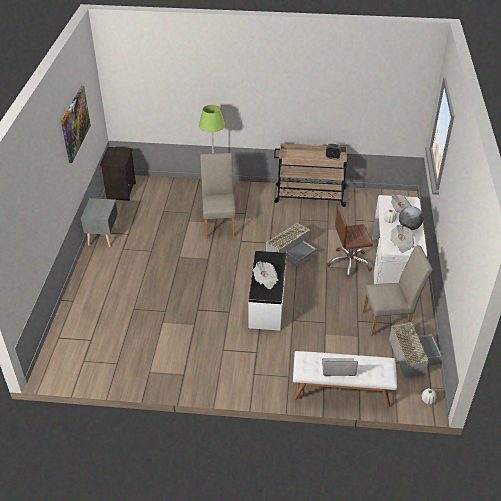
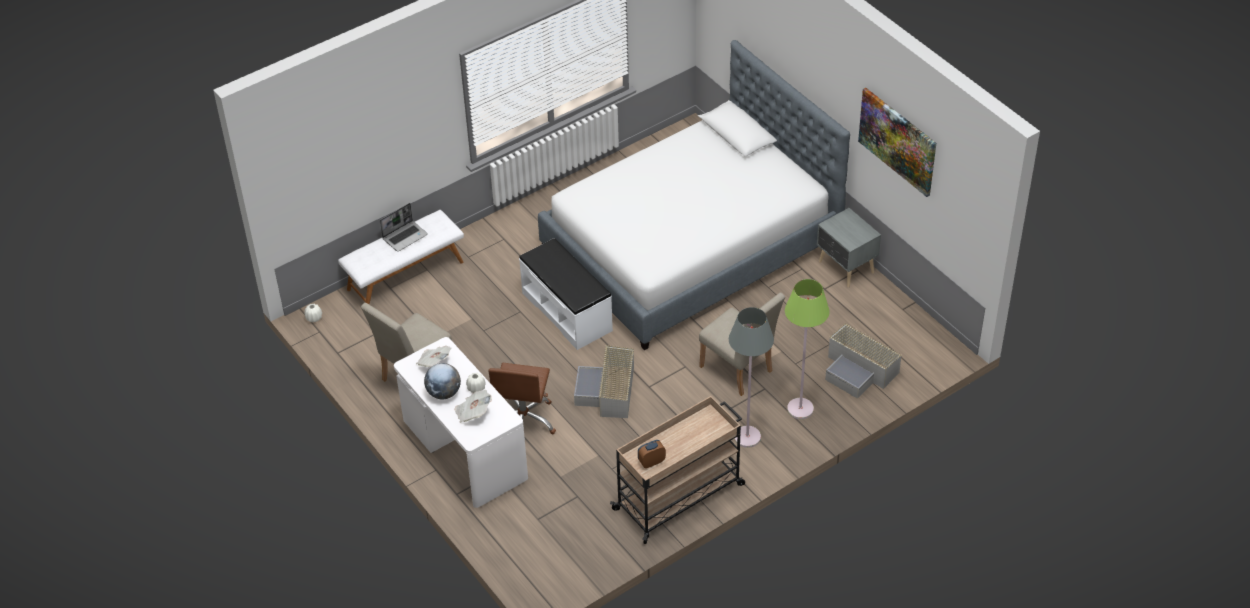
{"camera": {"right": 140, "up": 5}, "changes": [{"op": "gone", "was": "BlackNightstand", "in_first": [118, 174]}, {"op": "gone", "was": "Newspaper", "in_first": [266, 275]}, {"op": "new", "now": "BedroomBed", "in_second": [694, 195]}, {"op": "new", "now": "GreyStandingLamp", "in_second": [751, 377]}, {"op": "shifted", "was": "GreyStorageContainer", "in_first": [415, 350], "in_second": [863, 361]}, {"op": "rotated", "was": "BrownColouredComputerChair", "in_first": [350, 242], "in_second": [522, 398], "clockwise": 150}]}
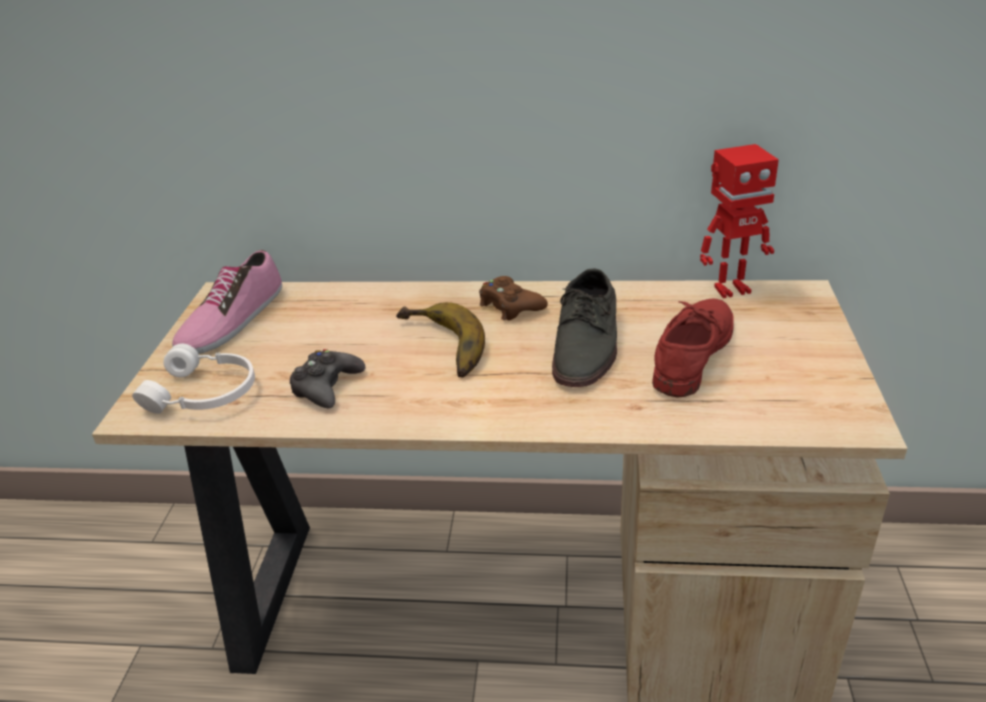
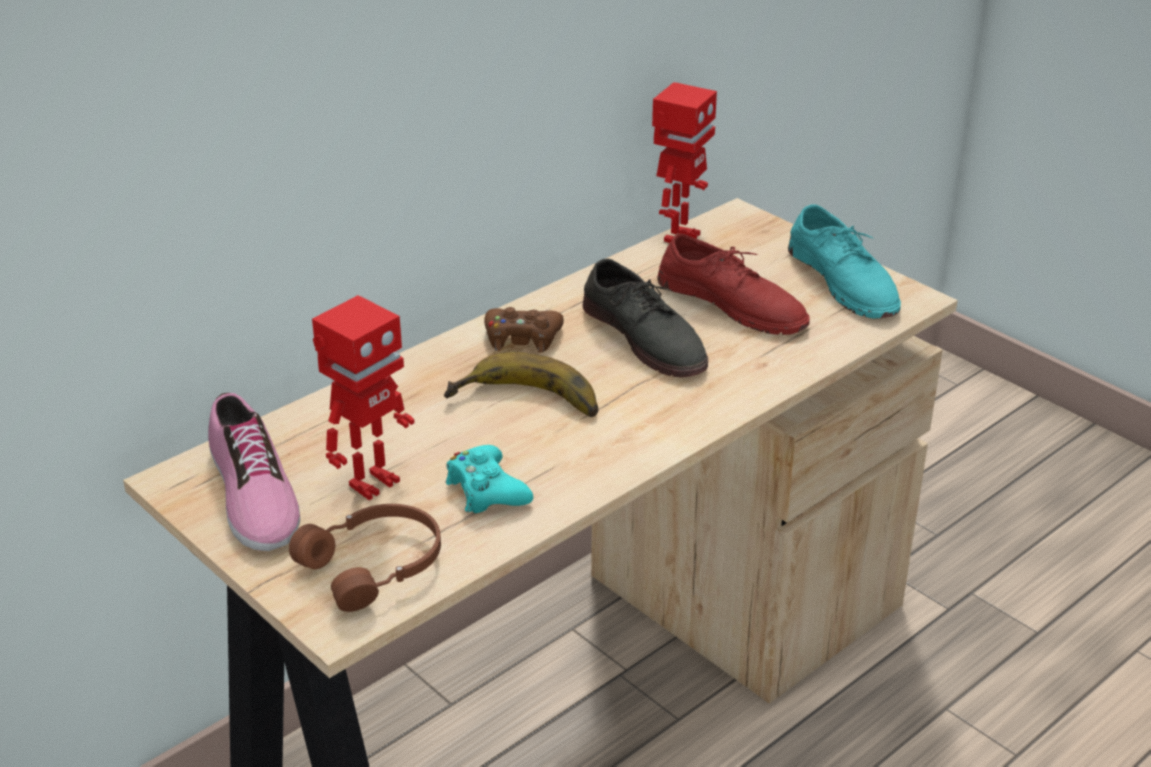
{"camera": {"right": -50, "up": 0}, "changes": [{"op": "new", "now": "ToyRobot", "in_second": [363, 397]}, {"op": "new", "now": "TurquoiseLowShoe", "in_second": [844, 262]}, {"op": "repainted", "was": "WhiteHeadset", "now": "BrownColouredHeadset", "in_first": [193, 379], "in_second": [365, 558]}, {"op": "repainted", "was": "BlackGameController", "now": "TurquoiseGameController", "in_first": [327, 378], "in_second": [489, 479]}, {"op": "rotated", "was": "RedColouredLowShoe", "in_first": [693, 348], "in_second": [733, 284], "clockwise": 150}]}
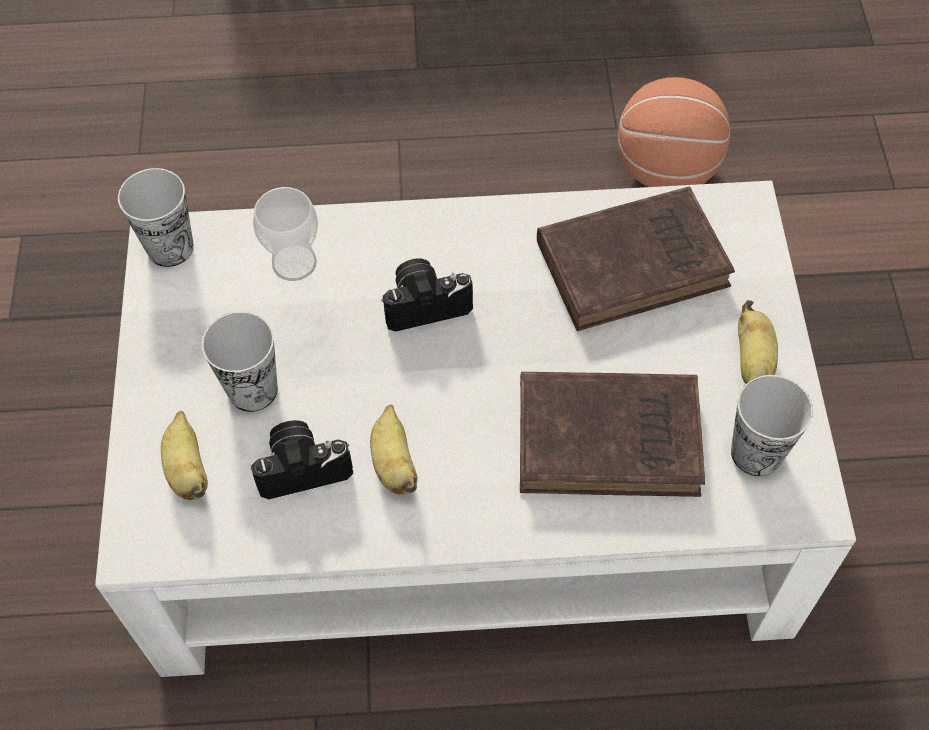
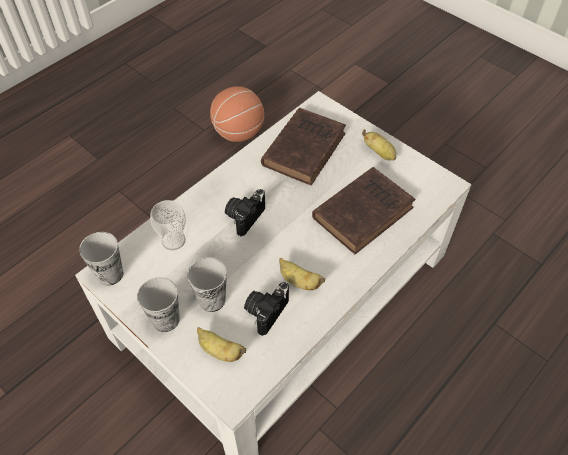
{"camera": {"right": -45, "up": -5}, "changes": [{"op": "shifted", "was": "Cup", "in_first": [772, 425], "in_second": [158, 304]}]}
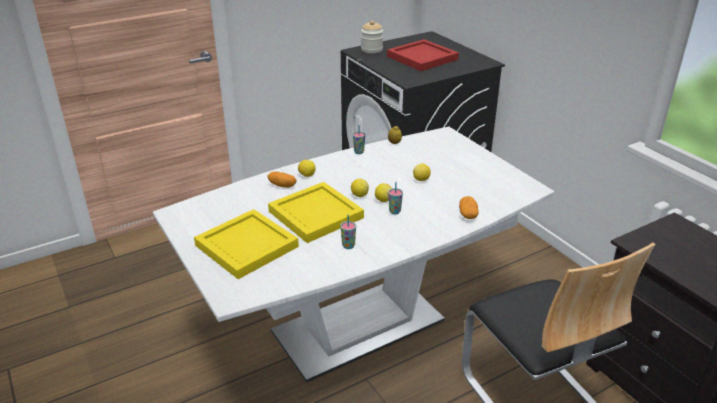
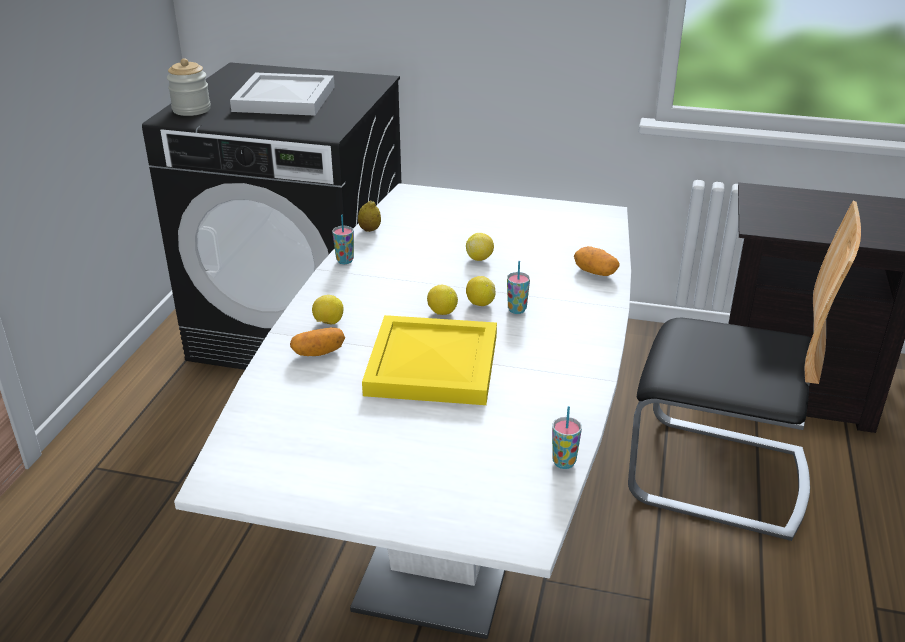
{"camera": {"right": -45, "up": 0}, "changes": [{"op": "gone", "was": "YellowishCarryingTray", "in_first": [246, 244]}, {"op": "shifted", "was": "Cup", "in_first": [348, 231], "in_second": [567, 437]}, {"op": "repainted", "was": "RedColouredCarryingTray", "now": "WhiteCarryingTray", "in_first": [423, 55], "in_second": [282, 94]}]}
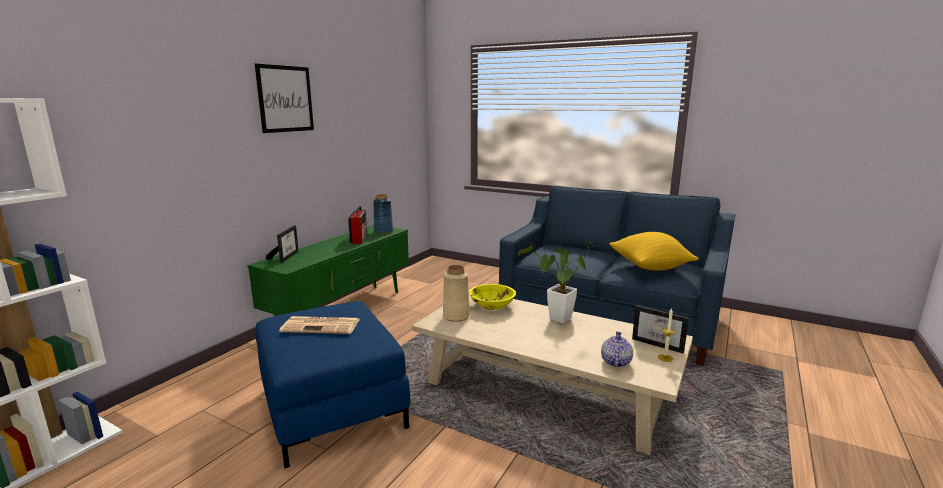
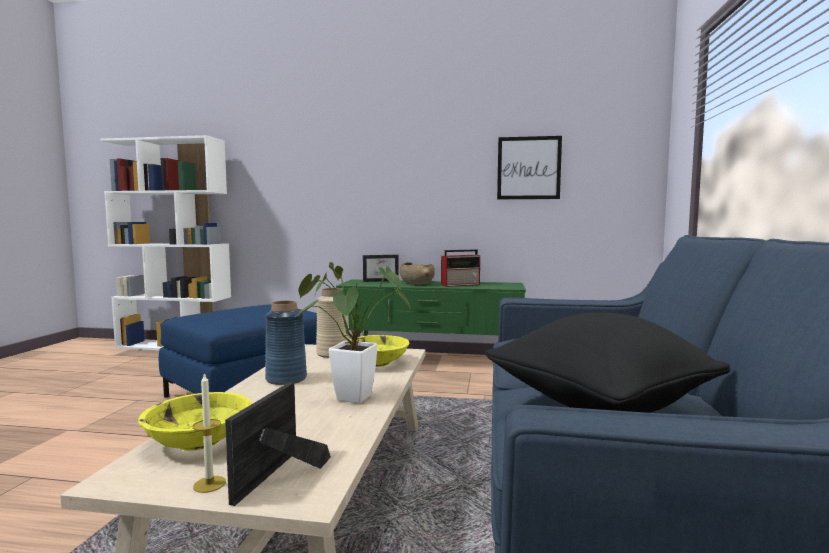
{"camera": {"right": 70, "up": -10}, "changes": [{"op": "gone", "was": "Newspaper", "in_first": [319, 325]}, {"op": "new", "now": "BrownColouredServingBowl", "in_second": [417, 273]}, {"op": "shifted", "was": "WallArt", "in_first": [284, 98], "in_second": [529, 167]}, {"op": "shifted", "was": "BlueDecorativeVase", "in_first": [383, 214], "in_second": [286, 343]}, {"op": "swapped", "was": "Teapot", "now": "YellowishServingBowl", "in_first": [617, 349], "in_second": [195, 421]}, {"op": "repainted", "was": "YellowishPillow", "now": "BlackPillow", "in_first": [654, 251], "in_second": [607, 363]}]}
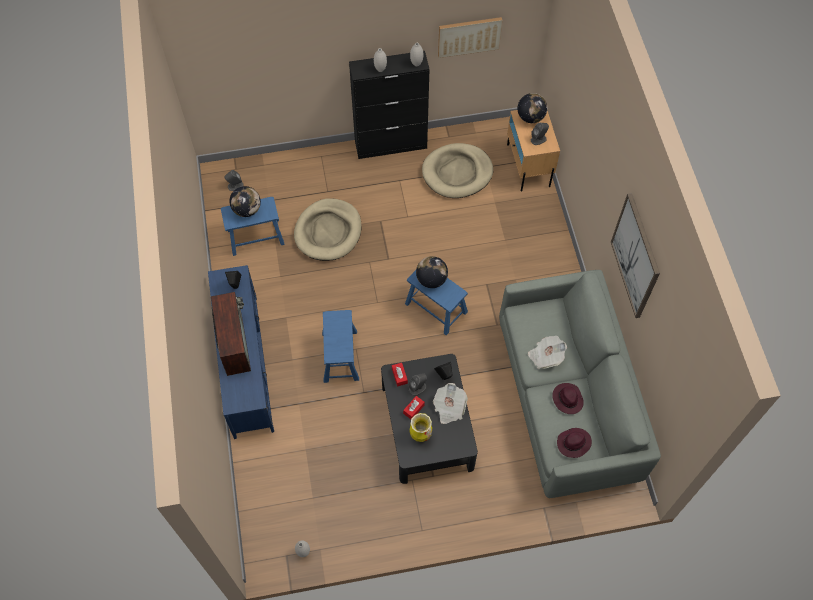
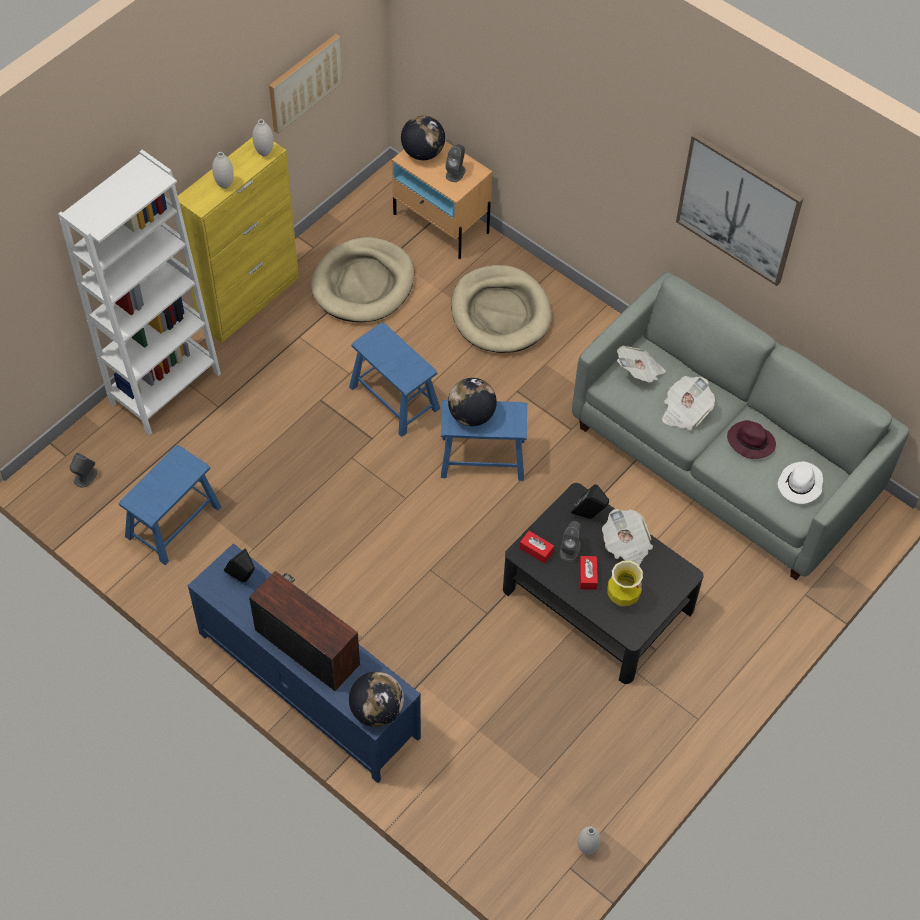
{"camera": {"right": -40, "up": -5}, "changes": [{"op": "new", "now": "WhiteBookshelf", "in_second": [139, 292]}, {"op": "new", "now": "Newspaper", "in_second": [641, 364]}, {"op": "shifted", "was": "WorldGlobe", "in_first": [245, 201], "in_second": [376, 699]}, {"op": "shifted", "was": "BeigeColouredDogCushion", "in_first": [328, 229], "in_second": [501, 309]}, {"op": "shifted", "was": "BlueStool", "in_first": [340, 346], "in_second": [394, 380]}, {"op": "repainted", "was": "BlackCabinet", "now": "YellowishCabinet", "in_first": [389, 105], "in_second": [238, 240]}, {"op": "repainted", "was": "PurplishClothingHat", "now": "WhiteClothingHat", "in_first": [574, 443], "in_second": [800, 483]}]}
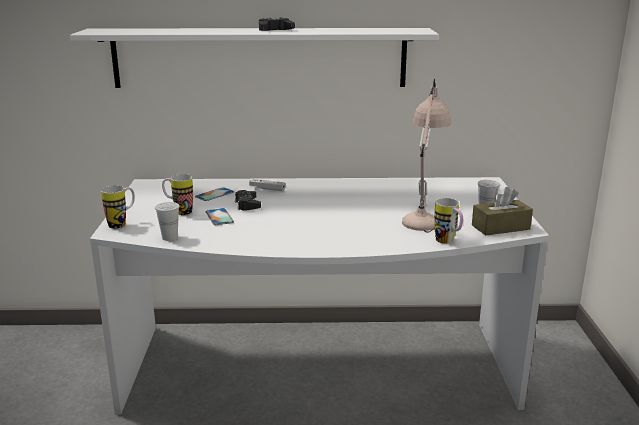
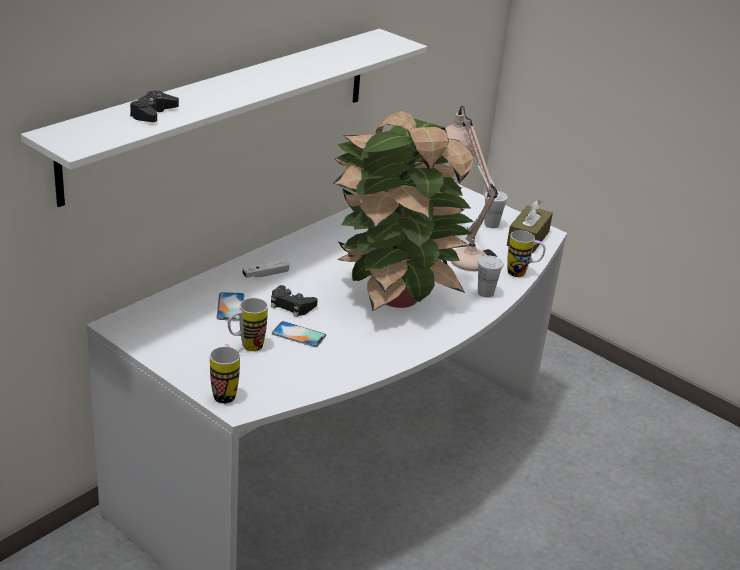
{"camera": {"right": -50, "up": 10}, "changes": [{"op": "new", "now": "Houseplant", "in_second": [403, 210]}, {"op": "shifted", "was": "WhiteCup", "in_first": [167, 221], "in_second": [490, 276]}, {"op": "shifted", "was": "BlackGameController", "in_first": [277, 24], "in_second": [154, 106]}]}
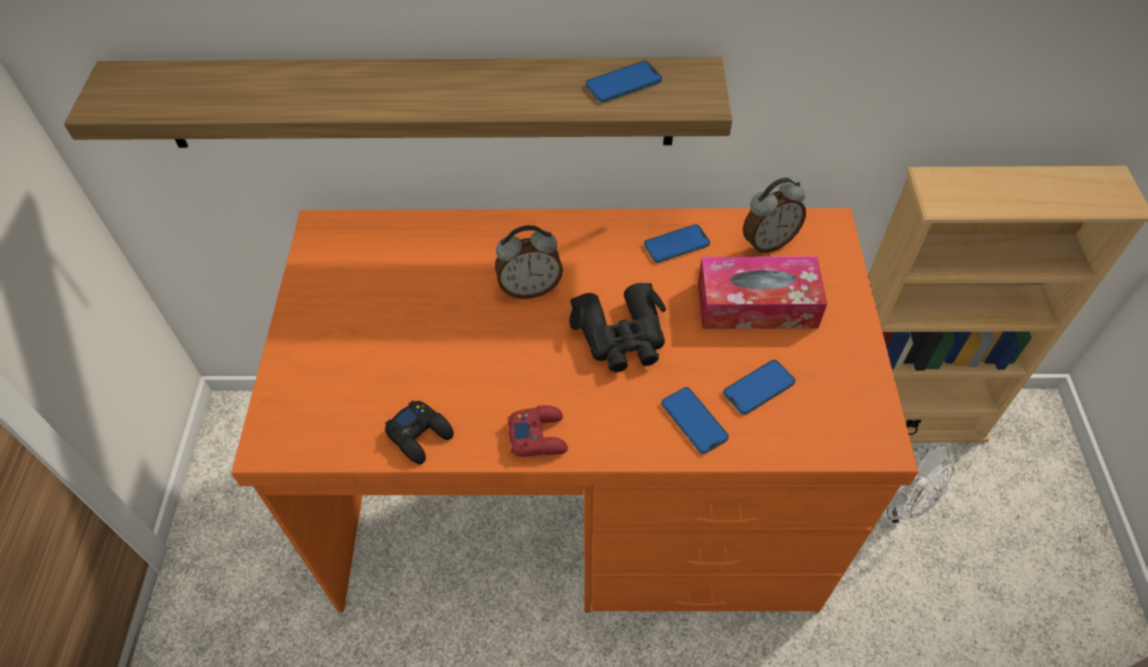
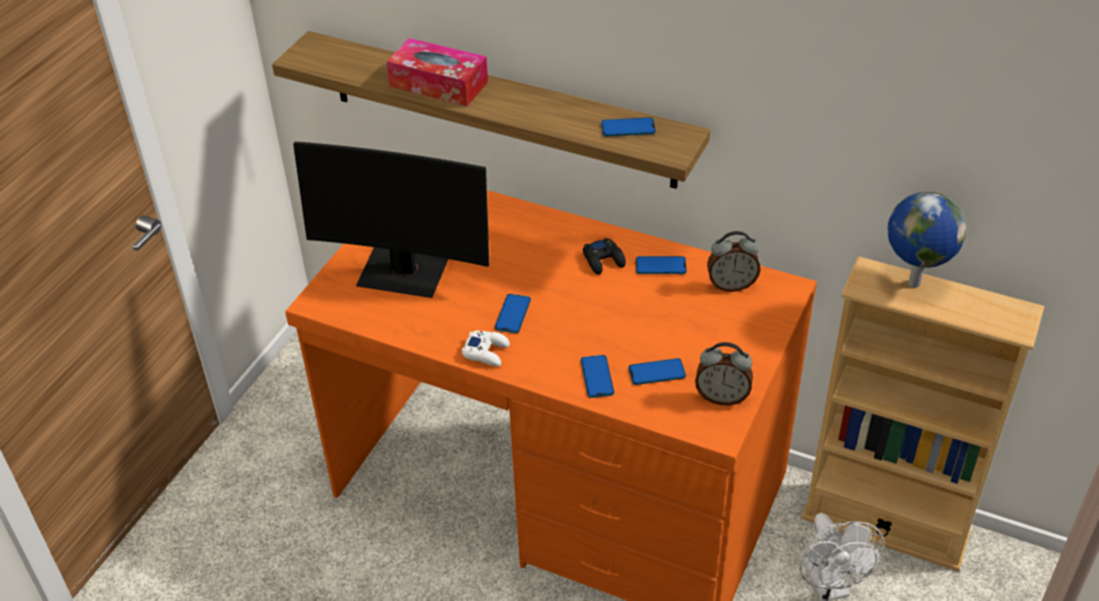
{"camera": {"right": 25, "up": -10}, "changes": [{"op": "gone", "was": "BlackPairOfBinoculars", "in_first": [617, 327]}, {"op": "new", "now": "ComputerScreen", "in_second": [391, 220]}, {"op": "new", "now": "Phone", "in_second": [513, 313]}, {"op": "new", "now": "WorldGlobe", "in_second": [927, 240]}, {"op": "shifted", "was": "BlackGameController", "in_first": [419, 432], "in_second": [604, 256]}, {"op": "shifted", "was": "TableClock", "in_first": [529, 262], "in_second": [724, 373]}, {"op": "shifted", "was": "BoxOfTissues", "in_first": [762, 292], "in_second": [437, 72]}, {"op": "repainted", "was": "RedColouredGameController", "now": "WhiteGameController", "in_first": [538, 431], "in_second": [486, 348]}]}
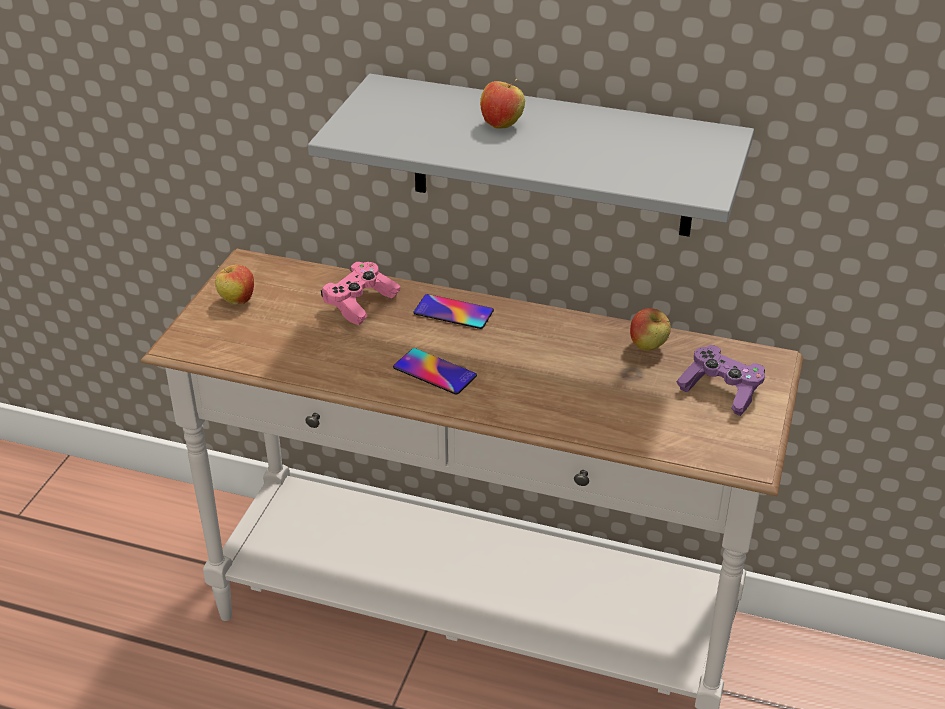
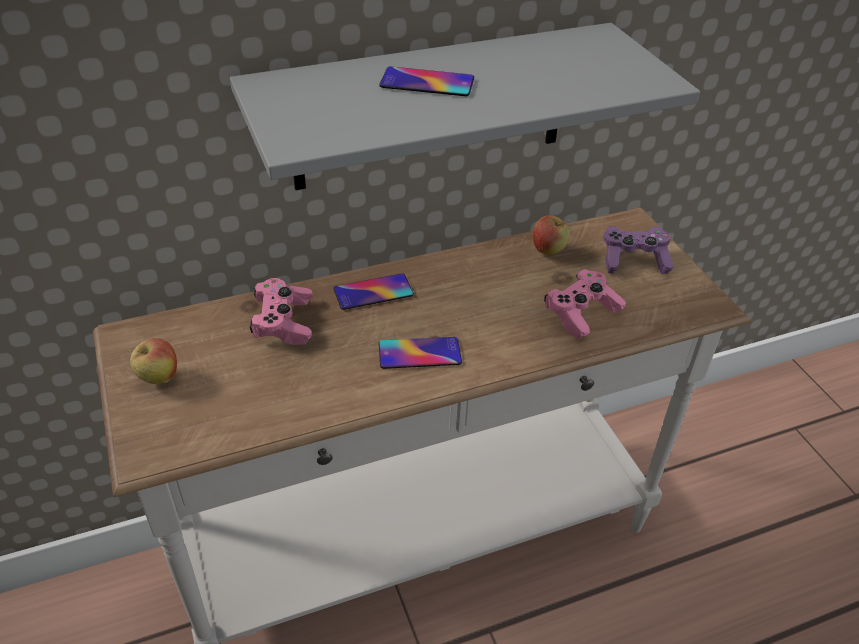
{"camera": {"right": -40, "up": 5}, "changes": [{"op": "new", "now": "PinkGameController", "in_second": [585, 304]}, {"op": "swapped", "was": "Apple", "now": "Phone", "in_first": [502, 104], "in_second": [426, 81]}]}
